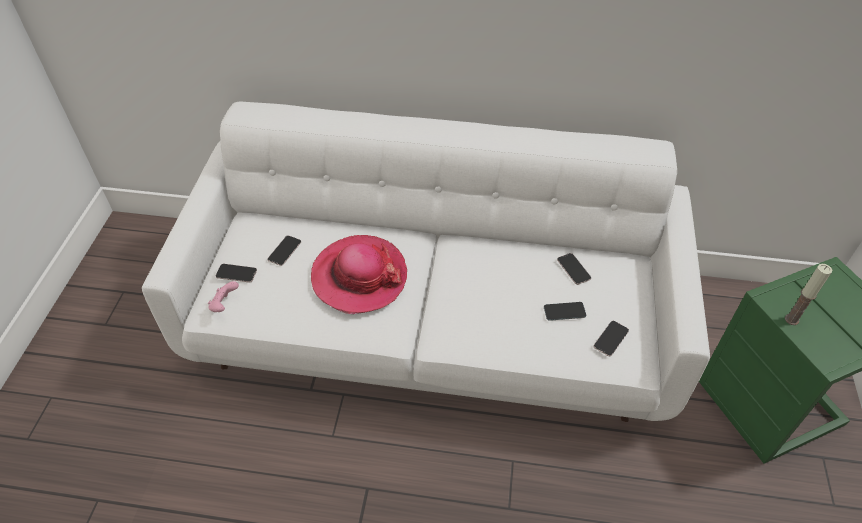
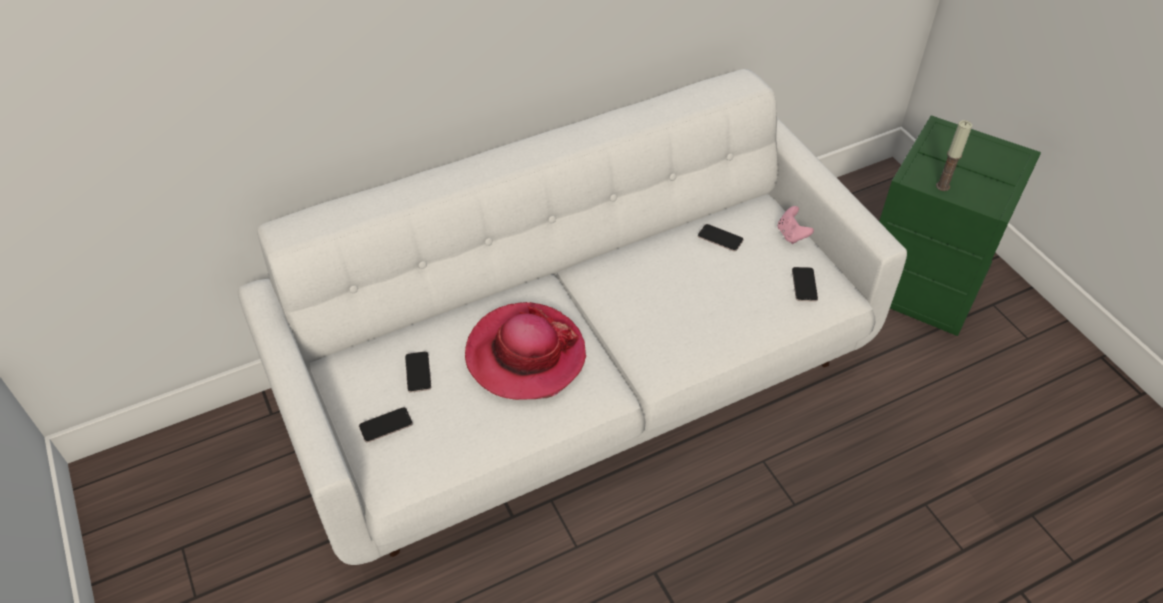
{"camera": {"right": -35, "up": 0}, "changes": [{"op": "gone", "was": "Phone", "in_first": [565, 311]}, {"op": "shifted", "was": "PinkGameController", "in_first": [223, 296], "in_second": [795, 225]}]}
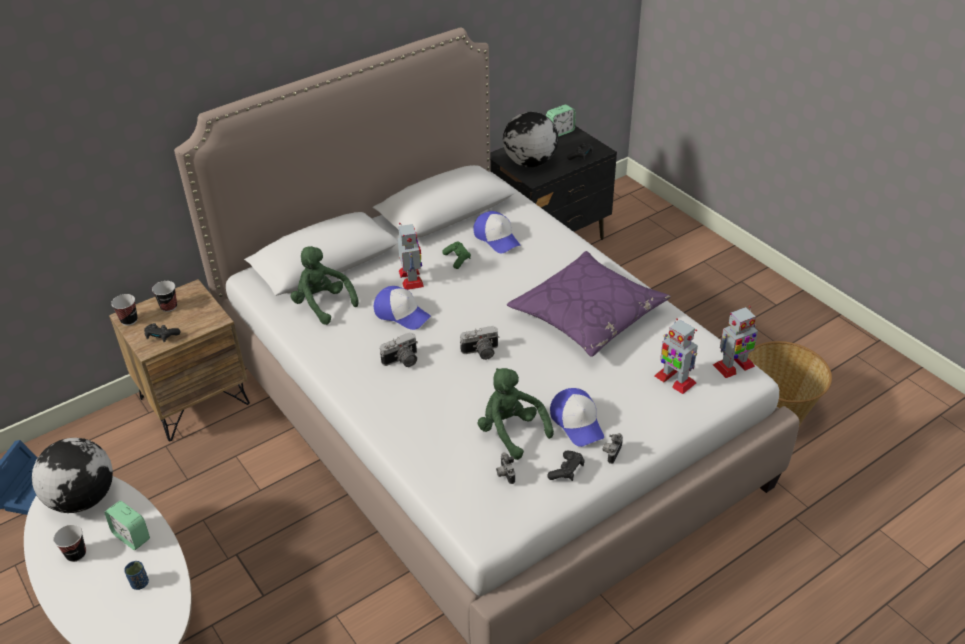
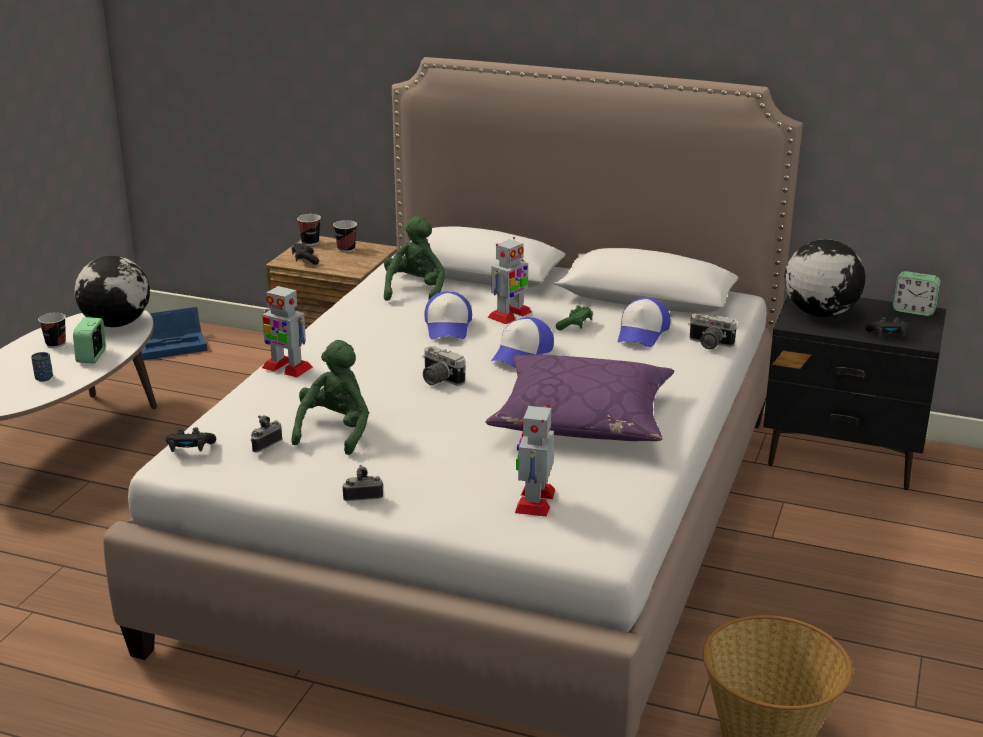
{"camera": {"right": 55, "up": -15}, "changes": [{"op": "shifted", "was": "StillCamera", "in_first": [399, 349], "in_second": [712, 331]}, {"op": "shifted", "was": "BlackGameController", "in_first": [566, 466], "in_second": [191, 439]}, {"op": "shifted", "was": "PeakedCap", "in_first": [577, 417], "in_second": [522, 342]}, {"op": "shifted", "was": "ToyRobot", "in_first": [735, 342], "in_second": [287, 331]}]}
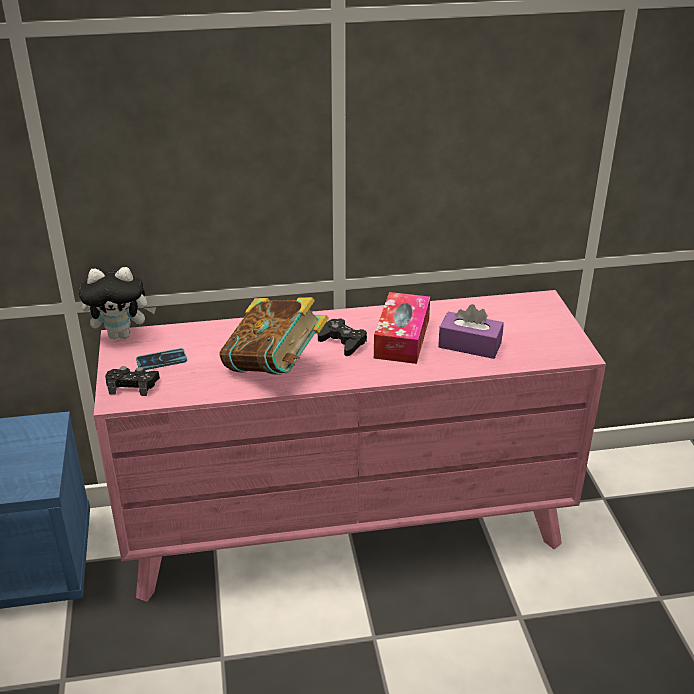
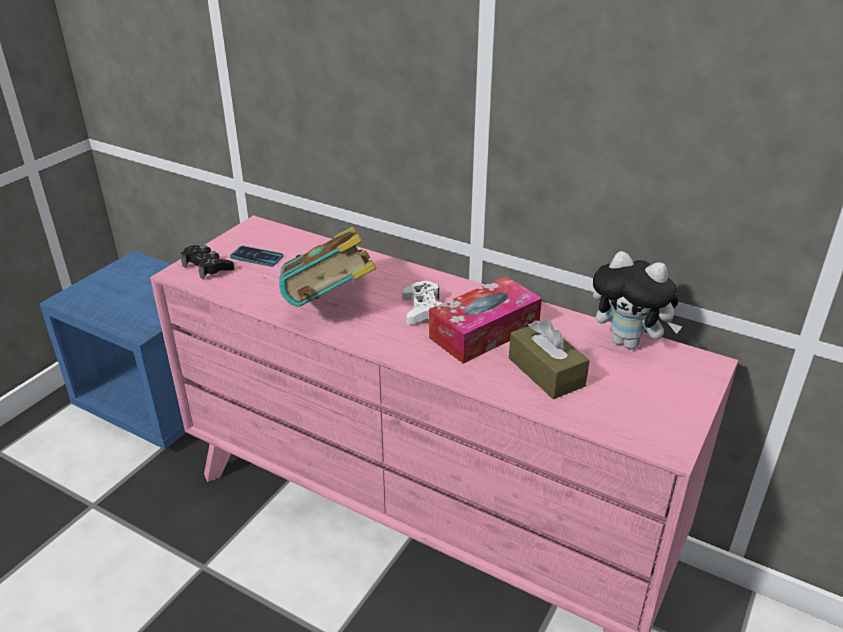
{"camera": {"right": 40, "up": 0}, "changes": [{"op": "shifted", "was": "CuddlyToy", "in_first": [117, 303], "in_second": [638, 300]}, {"op": "repainted", "was": "BlackGameController", "now": "WhiteGameController", "in_first": [342, 337], "in_second": [422, 302]}, {"op": "repainted", "was": "PurplishBoxOfTissues", "now": "BrownColouredBoxOfTissues", "in_first": [471, 331], "in_second": [549, 359]}]}
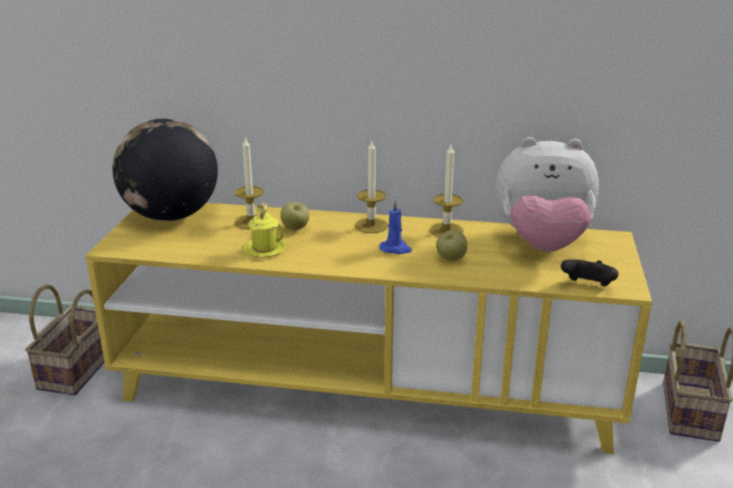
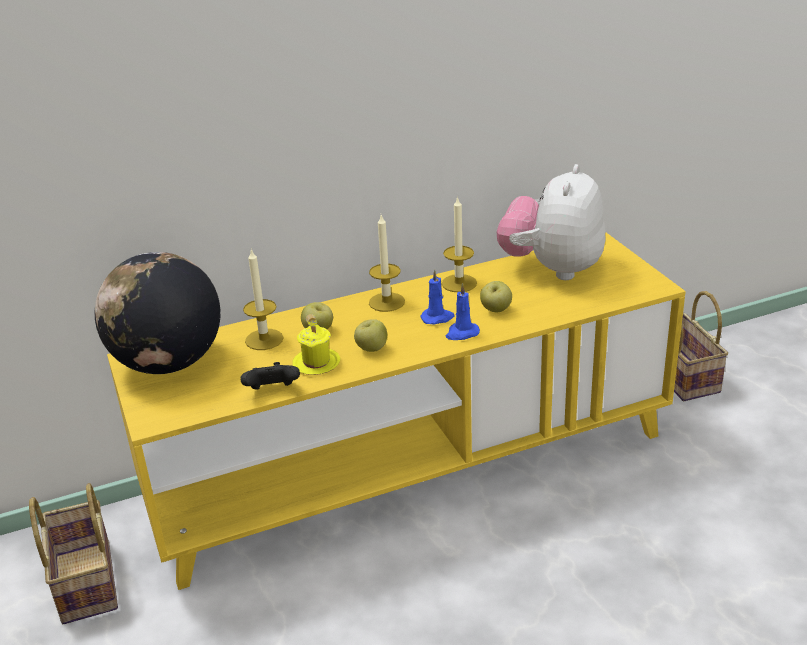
{"camera": {"right": -30, "up": 5}, "changes": [{"op": "new", "now": "Apple", "in_second": [370, 335]}, {"op": "new", "now": "BlueWaxLight", "in_second": [463, 311]}, {"op": "shifted", "was": "BlackGameController", "in_first": [590, 272], "in_second": [270, 376]}, {"op": "rotated", "was": "CuddlyToy", "in_first": [547, 194], "in_second": [551, 222], "clockwise": 135}]}
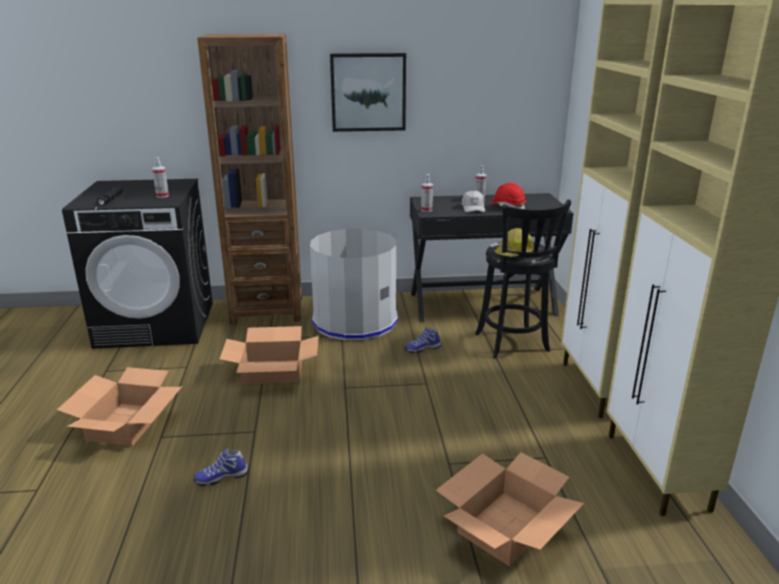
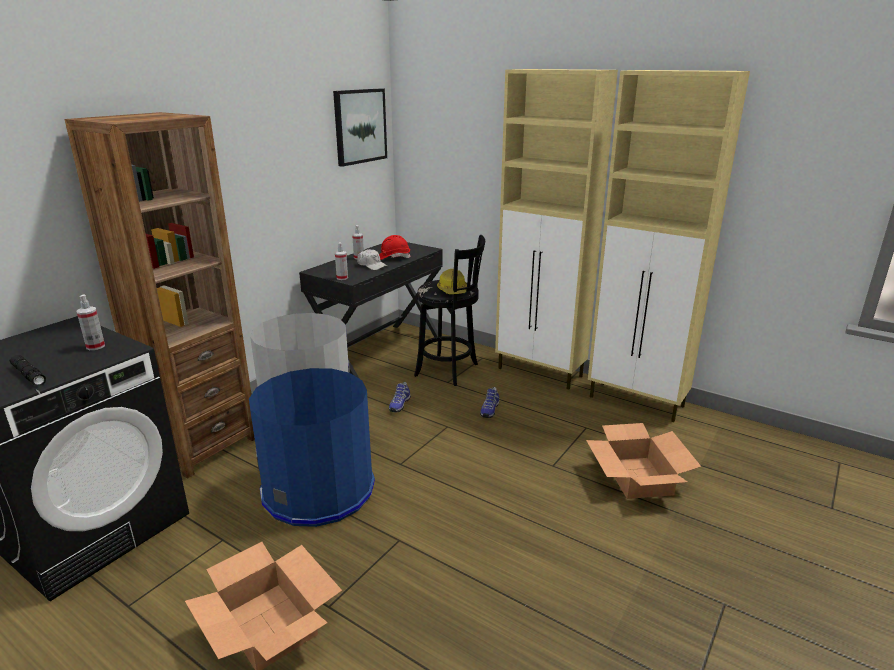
{"camera": {"right": -50, "up": 0}, "changes": [{"op": "shifted", "was": "LowShoe", "in_first": [221, 467], "in_second": [489, 402]}, {"op": "shifted", "was": "WallArt", "in_first": [368, 92], "in_second": [360, 127]}, {"op": "swapped", "was": "PackingBox", "now": "BlueTrashCan", "in_first": [269, 355], "in_second": [312, 447]}]}
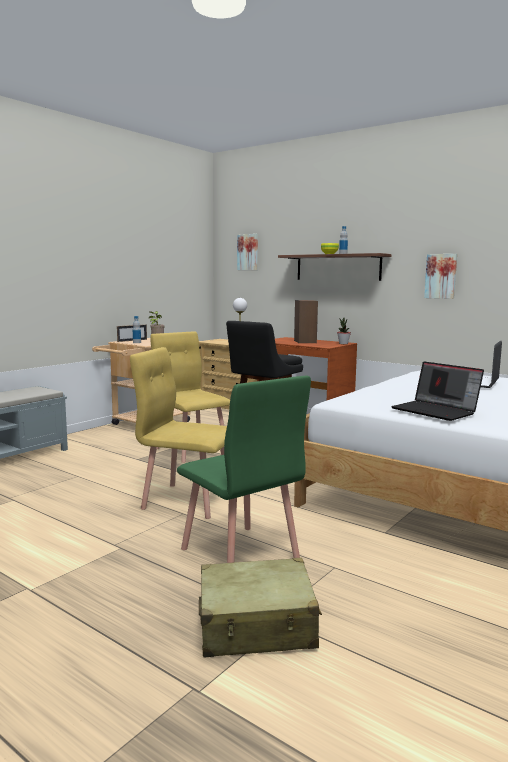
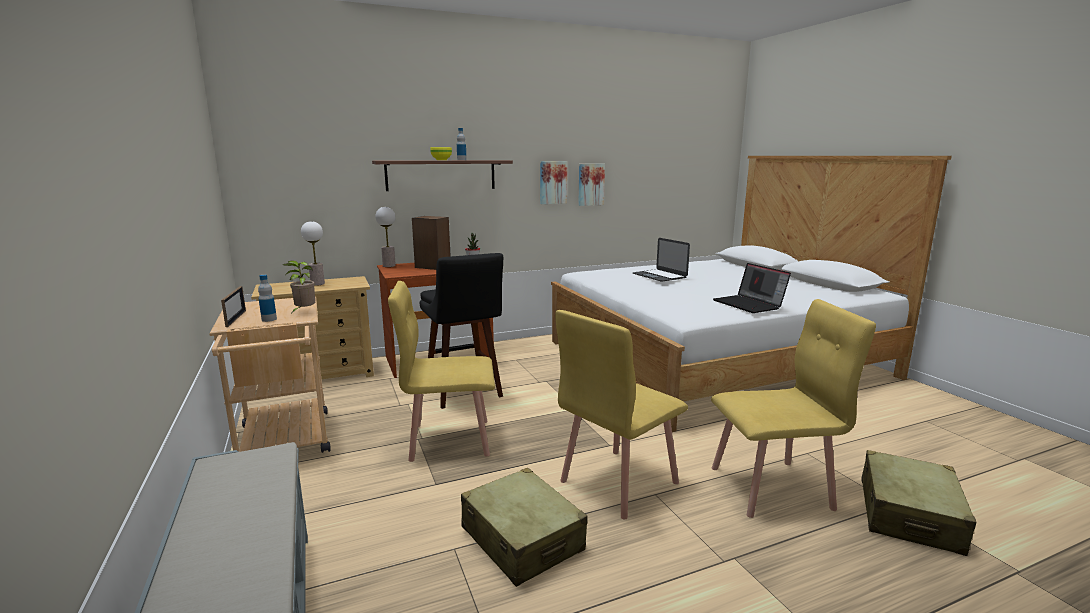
{"camera": {"right": -60, "up": 5}, "changes": [{"op": "new", "now": "LampForATable", "in_second": [386, 237]}, {"op": "new", "now": "BeigeColouredSuitcase", "in_second": [524, 527]}, {"op": "shifted", "was": "WallArt", "in_first": [247, 252], "in_second": [591, 185]}, {"op": "repainted", "was": "GreenPlainChair", "now": "YellowishPlainChair", "in_first": [244, 469], "in_second": [793, 408]}, {"op": "rotated", "was": "PortableComputer", "in_first": [437, 391], "in_second": [752, 288], "clockwise": 75}]}
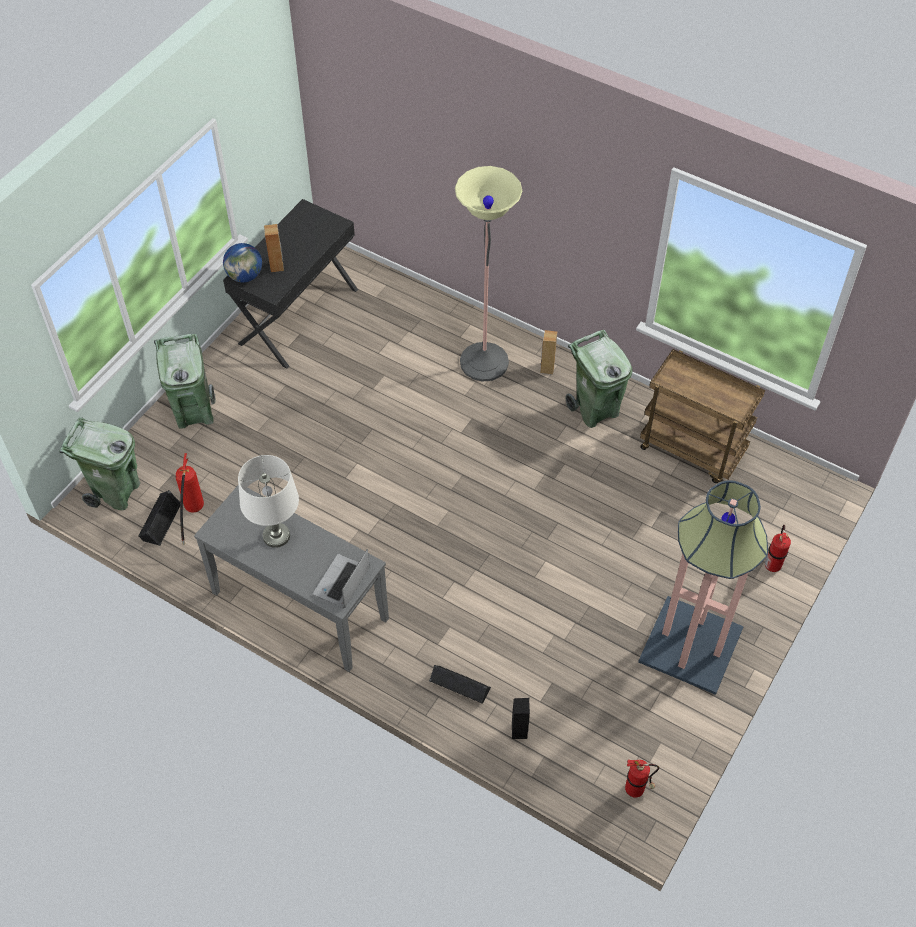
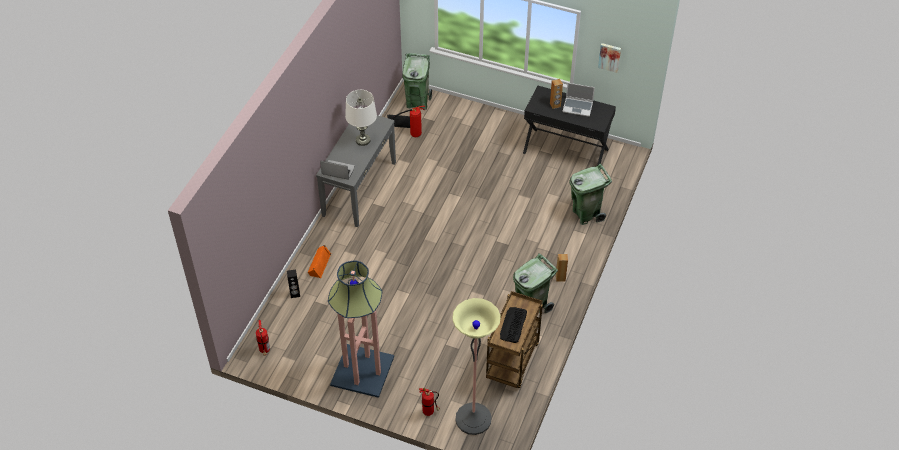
{"camera": {"right": 80, "up": -5}, "changes": [{"op": "gone", "was": "WorldGlobe", "in_first": [242, 262]}, {"op": "new", "now": "ComputerKeyboard", "in_second": [513, 325]}, {"op": "new", "now": "PortableComputer", "in_second": [578, 100]}, {"op": "new", "now": "WallArt", "in_second": [609, 58]}, {"op": "shifted", "was": "GreenTrashCan", "in_first": [184, 381], "in_second": [591, 194]}, {"op": "shifted", "was": "StandingLamp", "in_first": [488, 274], "in_second": [476, 366]}, {"op": "repainted", "was": "BlackLoudspeaker", "now": "OrangeyLoudspeaker", "in_first": [460, 684], "in_second": [319, 261]}]}
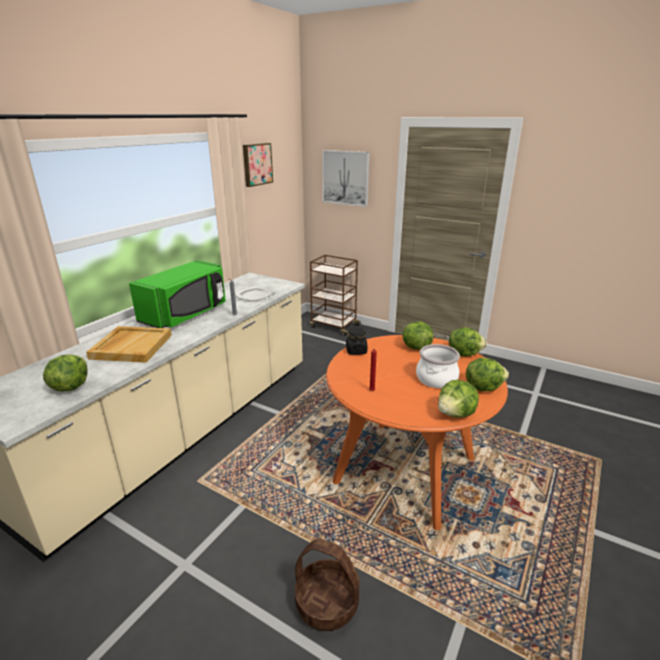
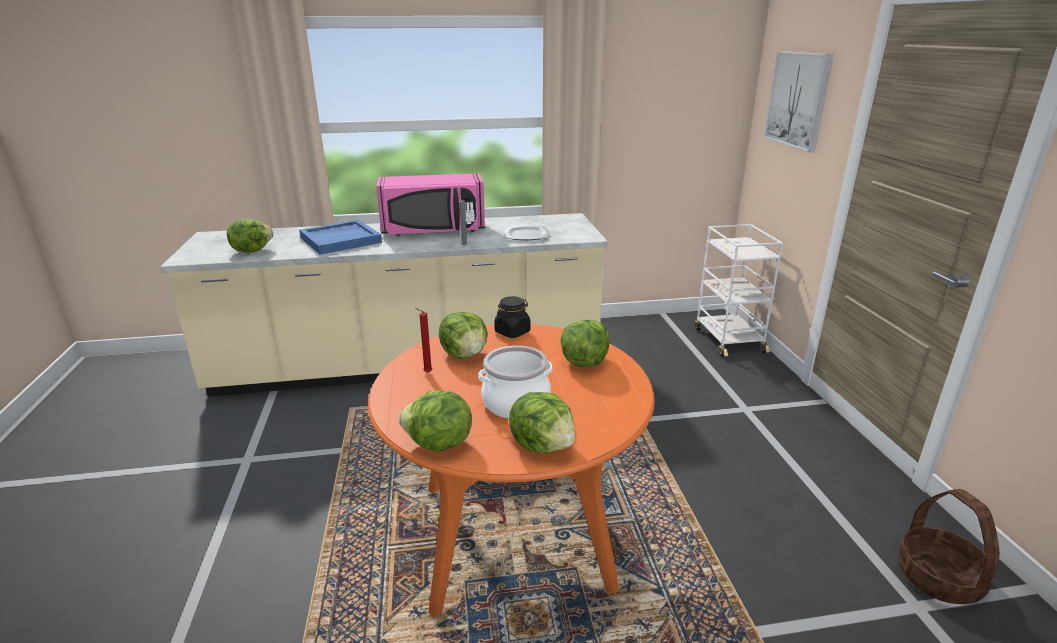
{"camera": {"right": 50, "up": 0}, "changes": [{"op": "gone", "was": "WallArt", "in_first": [258, 165]}, {"op": "shifted", "was": "HouseholdBasket", "in_first": [327, 584], "in_second": [949, 546]}, {"op": "shifted", "was": "LettuceHead", "in_first": [468, 342], "in_second": [463, 335]}, {"op": "repainted", "was": "BeigeColouredCarryingTray", "now": "BlueCarryingTray", "in_first": [129, 344], "in_second": [340, 237]}, {"op": "repainted", "was": "GreenMicrowaveOven", "now": "PinkMicrowaveOven", "in_first": [177, 294], "in_second": [430, 204]}, {"op": "repainted", "was": "BrownColouredCart", "now": "WhiteCart", "in_first": [335, 295], "in_second": [739, 290]}]}
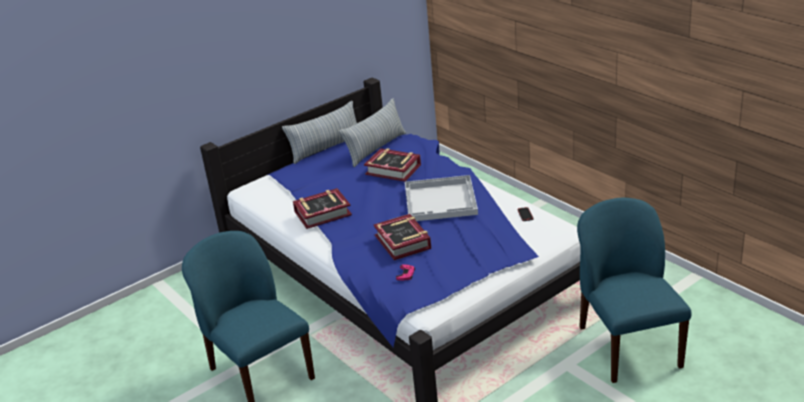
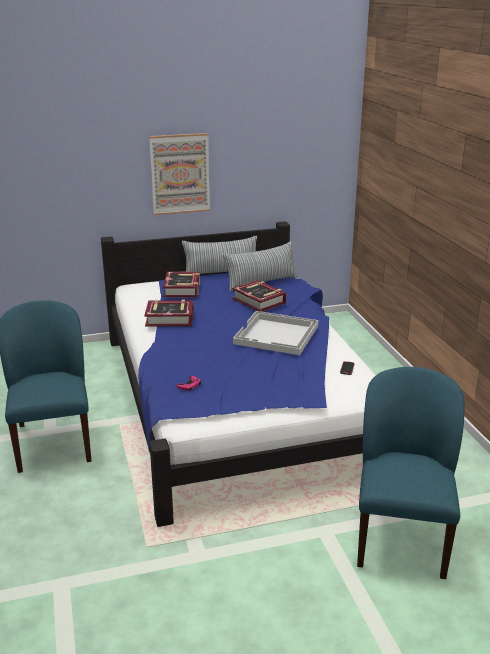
{"camera": {"right": 20, "up": -5}, "changes": [{"op": "new", "now": "WallArt", "in_second": [179, 174]}, {"op": "shifted", "was": "Book", "in_first": [402, 237], "in_second": [181, 284]}]}
